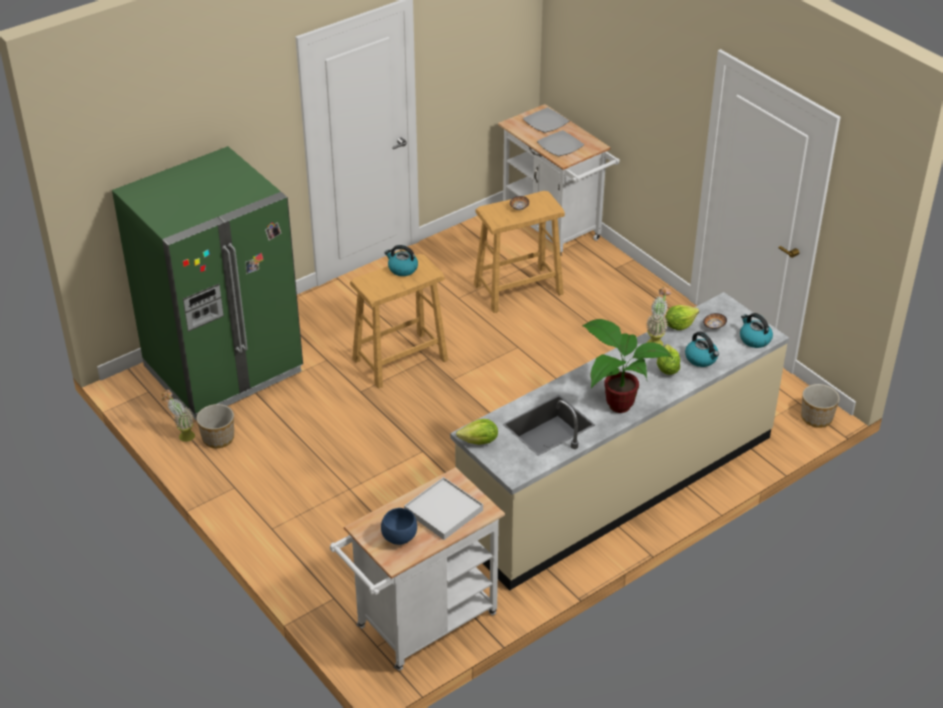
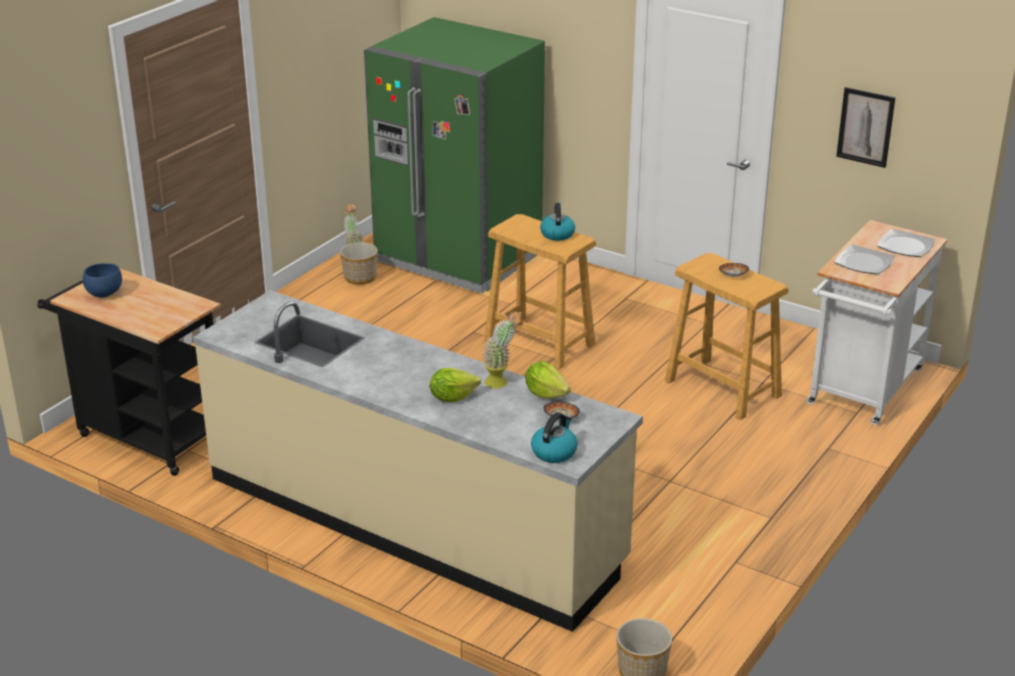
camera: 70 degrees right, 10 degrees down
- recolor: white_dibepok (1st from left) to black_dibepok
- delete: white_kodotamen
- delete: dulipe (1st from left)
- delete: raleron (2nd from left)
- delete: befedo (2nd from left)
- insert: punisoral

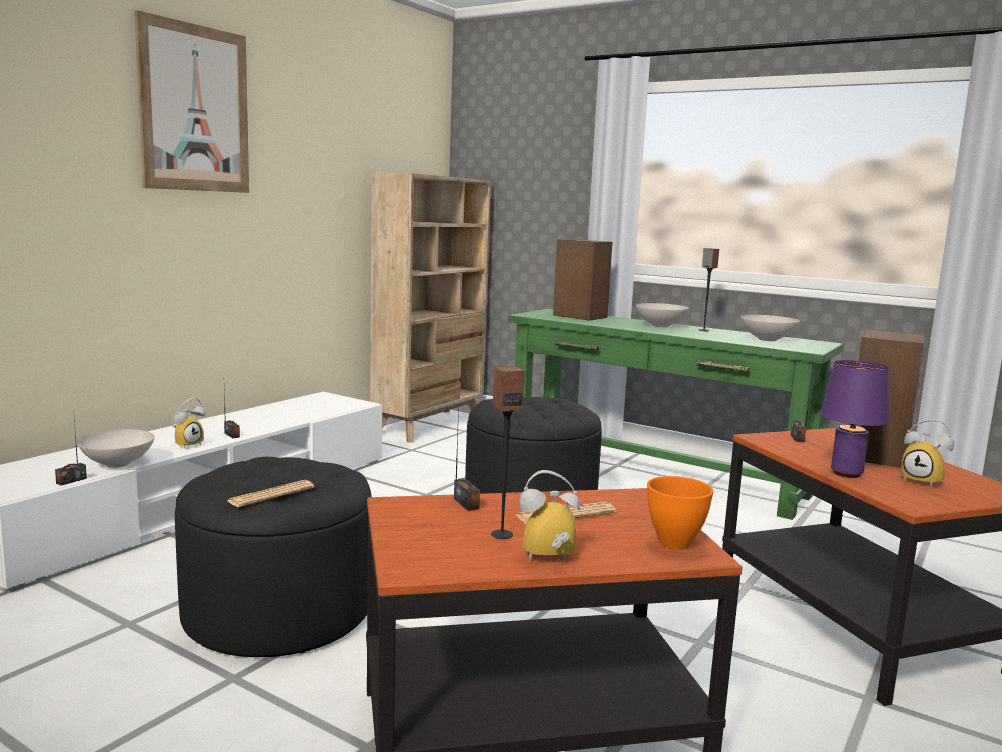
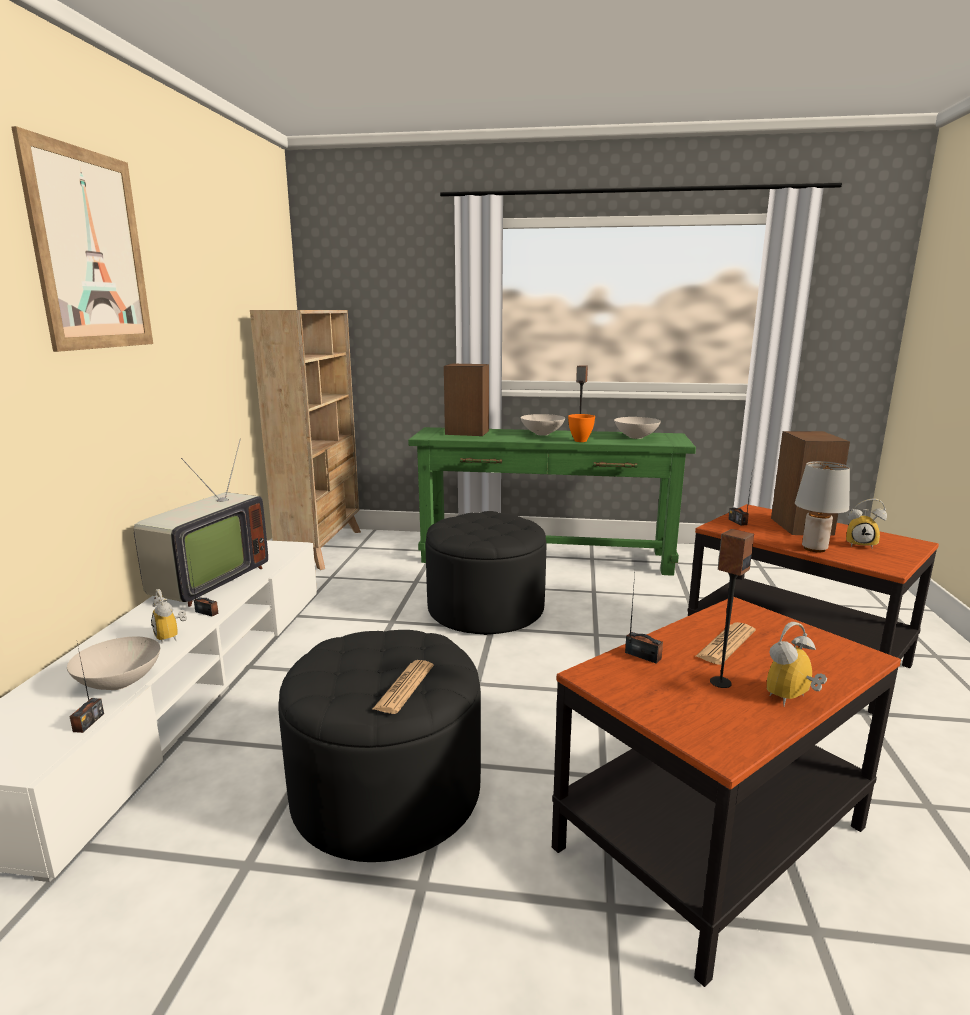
camera: 25 degrees left, 5 degrees up
- rotate: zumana (1st from left) 135 degrees clockwise
- move: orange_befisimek
- recolor: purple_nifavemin to grey_nifavemin
- insert: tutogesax

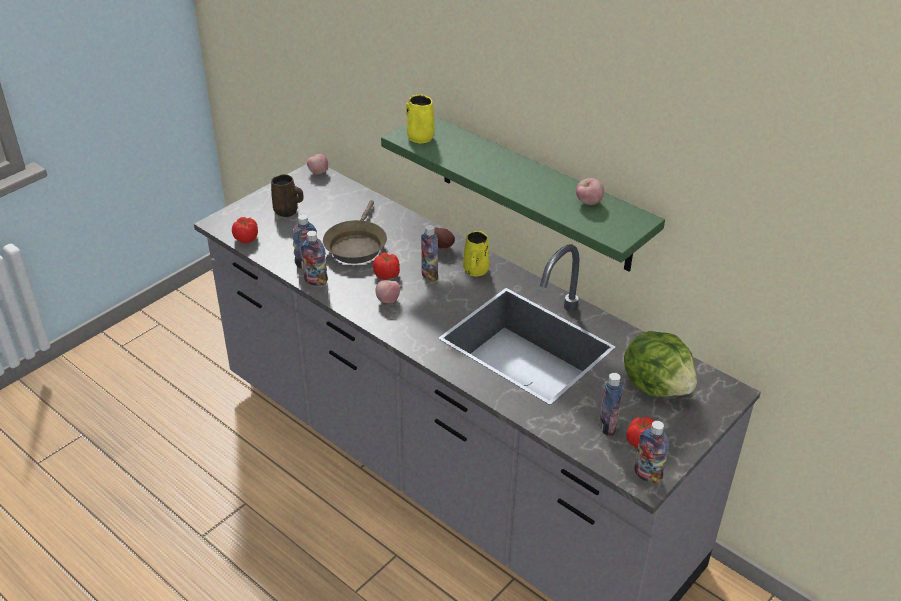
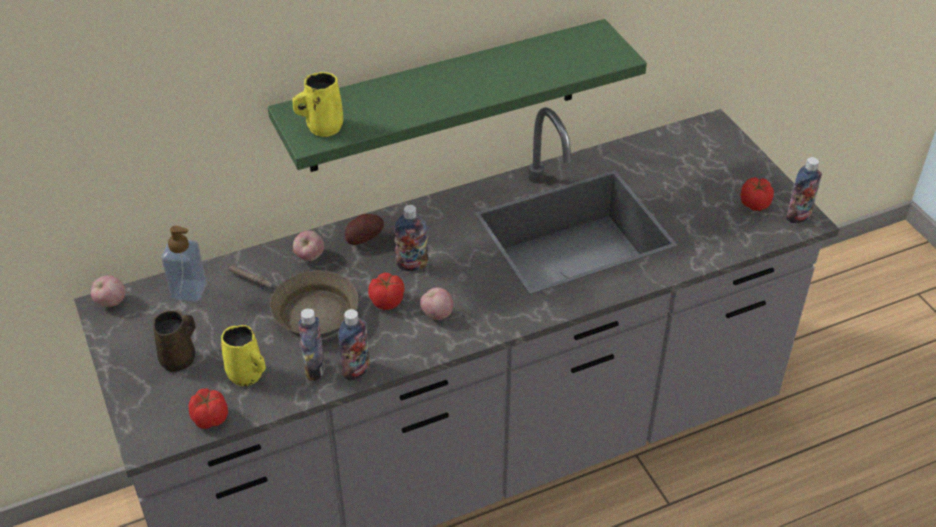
camera: 65 degrees left, 5 degrees up
- move: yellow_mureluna (2nd from left in the first image) to yellow_mureluna (1st from left)
- move: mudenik (3rd from left in the first image) to mudenik (2nd from left)
- delete: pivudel (4th from left)
- delete: dulipe
- insert: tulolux

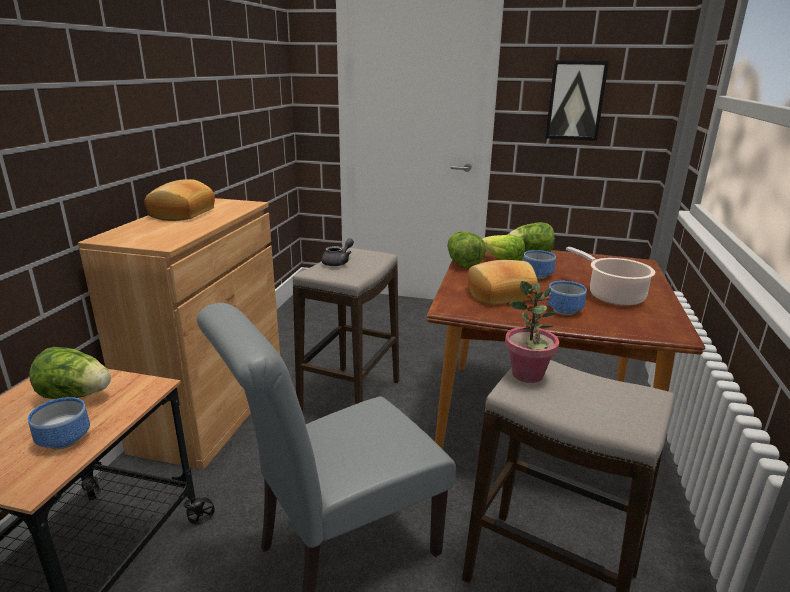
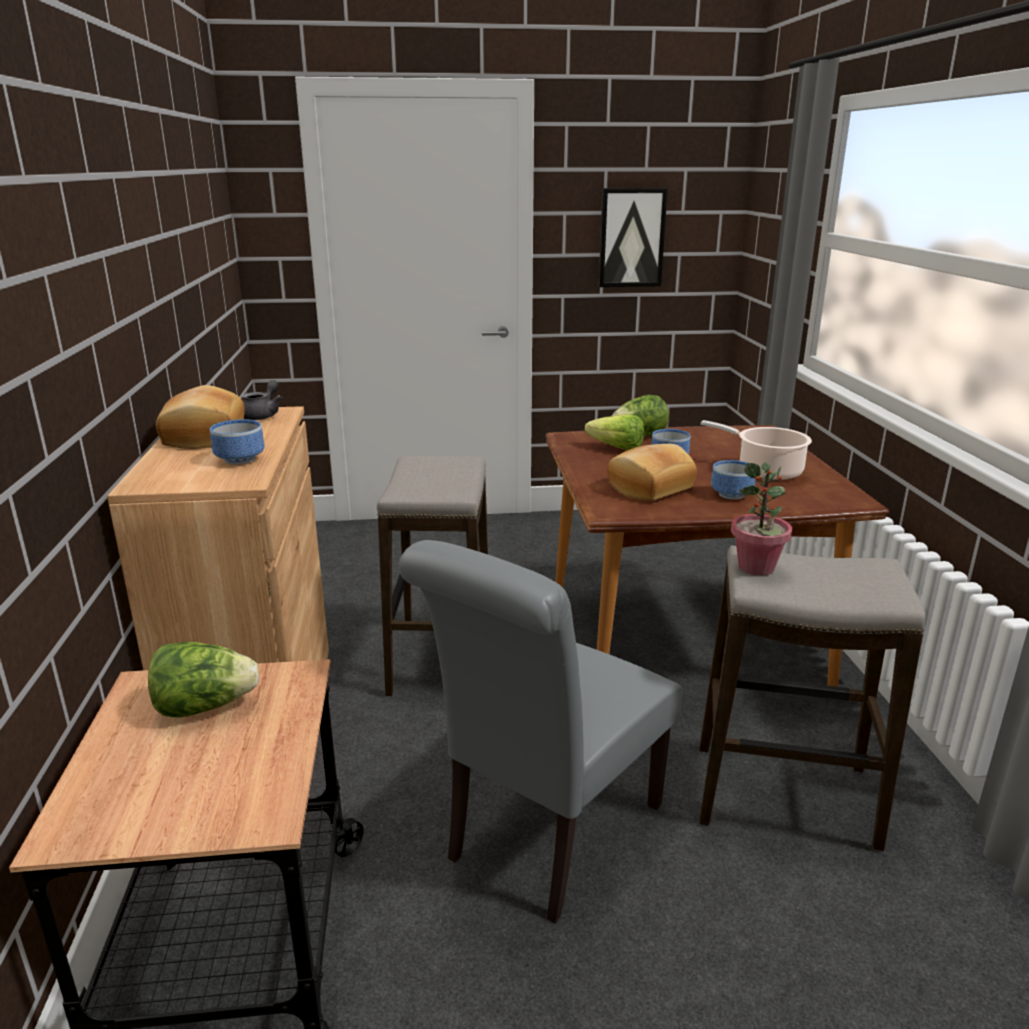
camera: 20 degrees left, 0 degrees up
- move: befisimek (1st from left)
- move: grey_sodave
- delete: dulipe (2nd from left)

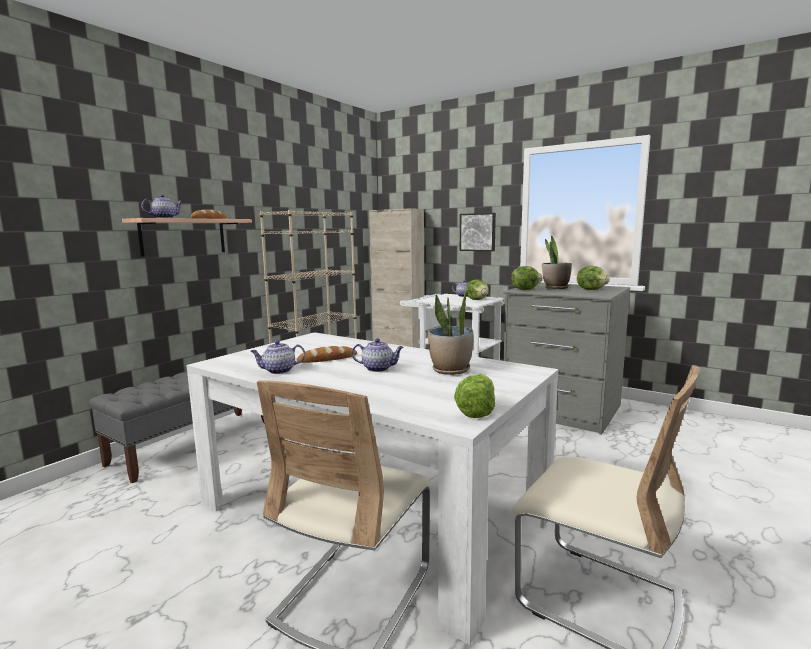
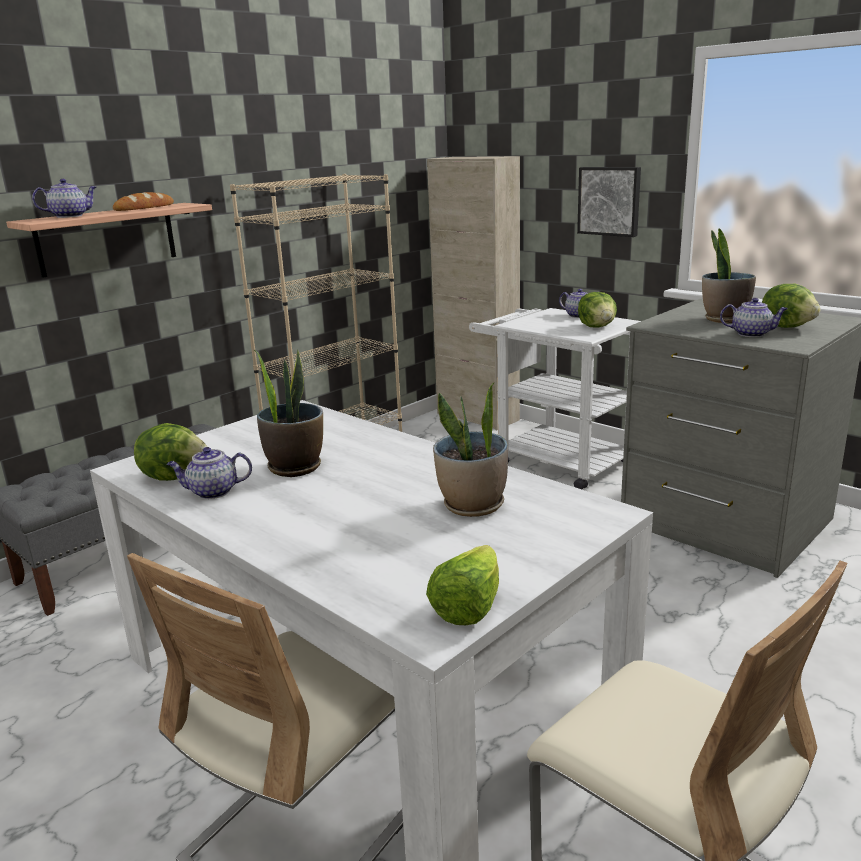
camera: 10 degrees right, 10 degrees up
- replace: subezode (2nd from left) to raleron (1st from left)
- move: sodave (3rd from left in the first image) to sodave (4th from left)
- move: dulipe (3rd from left in the first image) to dulipe (1st from left)

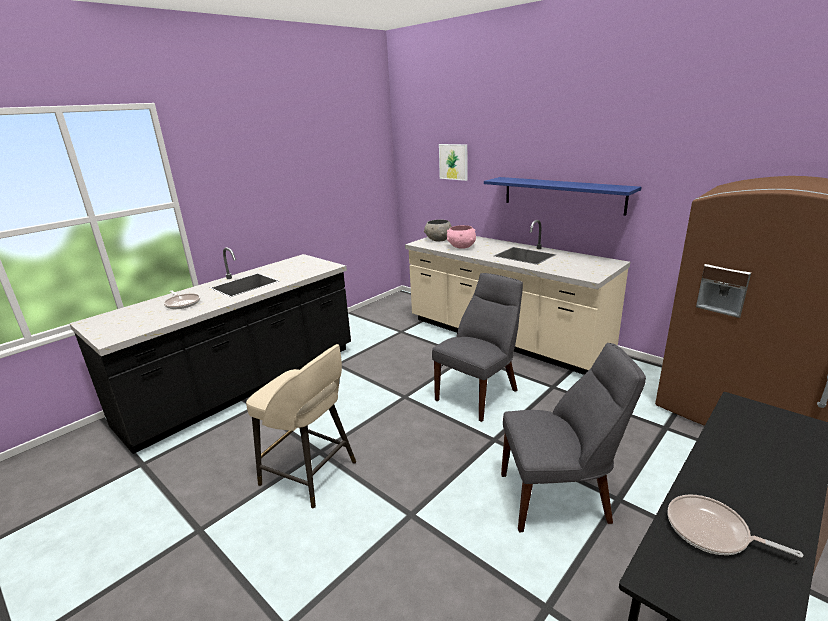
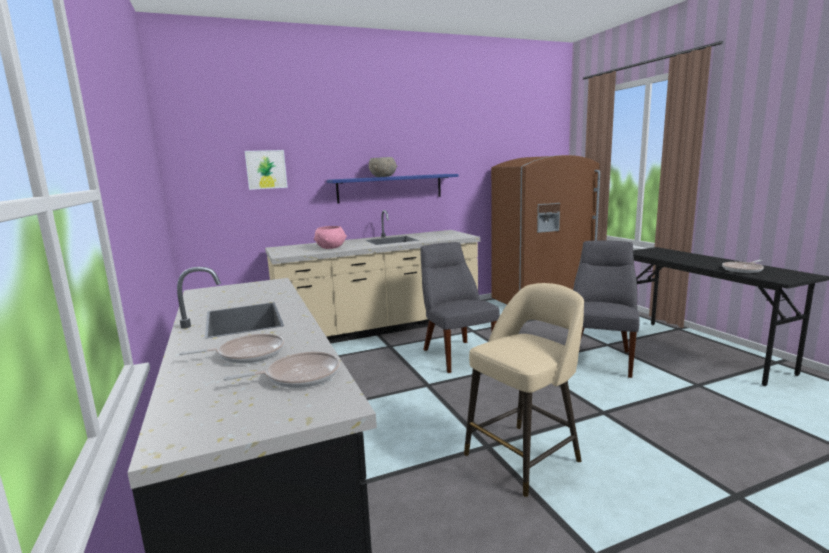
camera: 65 degrees left, 10 degrees down
- move: grey_befisimek
- insert: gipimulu (2nd from left)

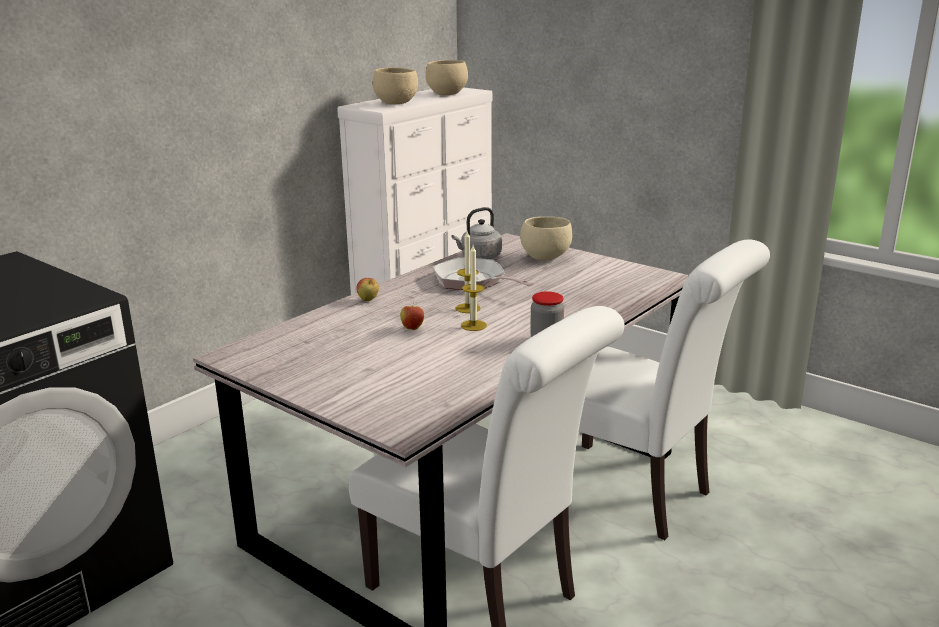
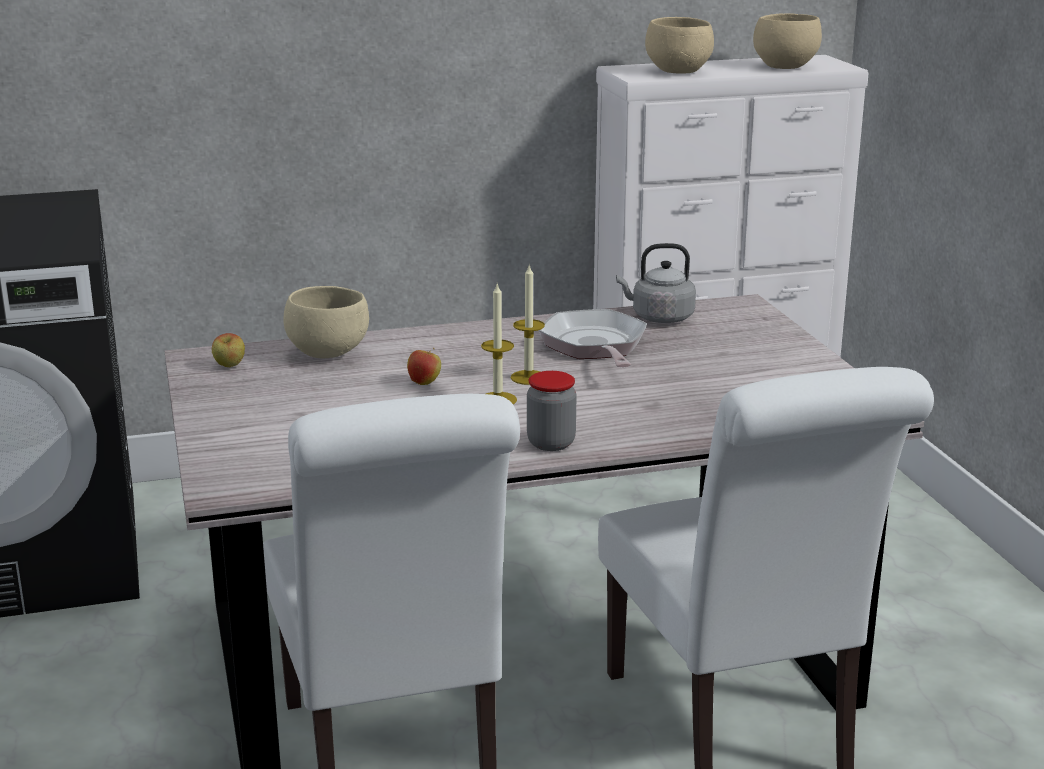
camera: 35 degrees right, 0 degrees up
- move: mudenik (1st from left)
- move: beige_befisimek (3rd from left in the first image) to beige_befisimek (1st from left)

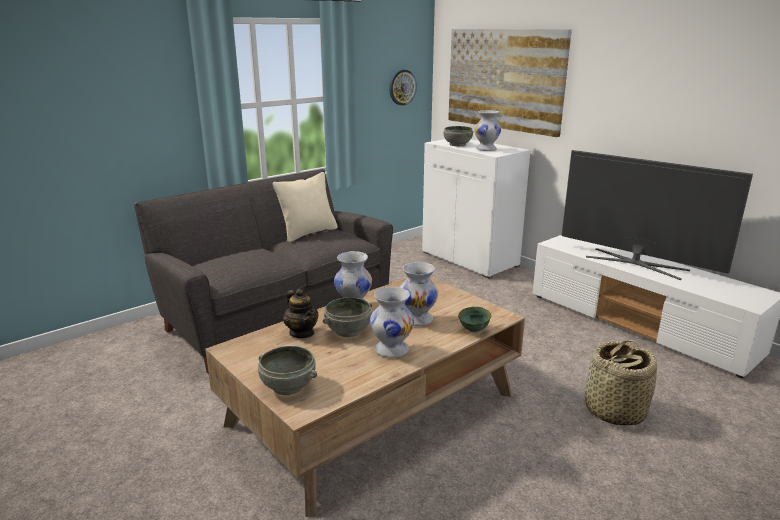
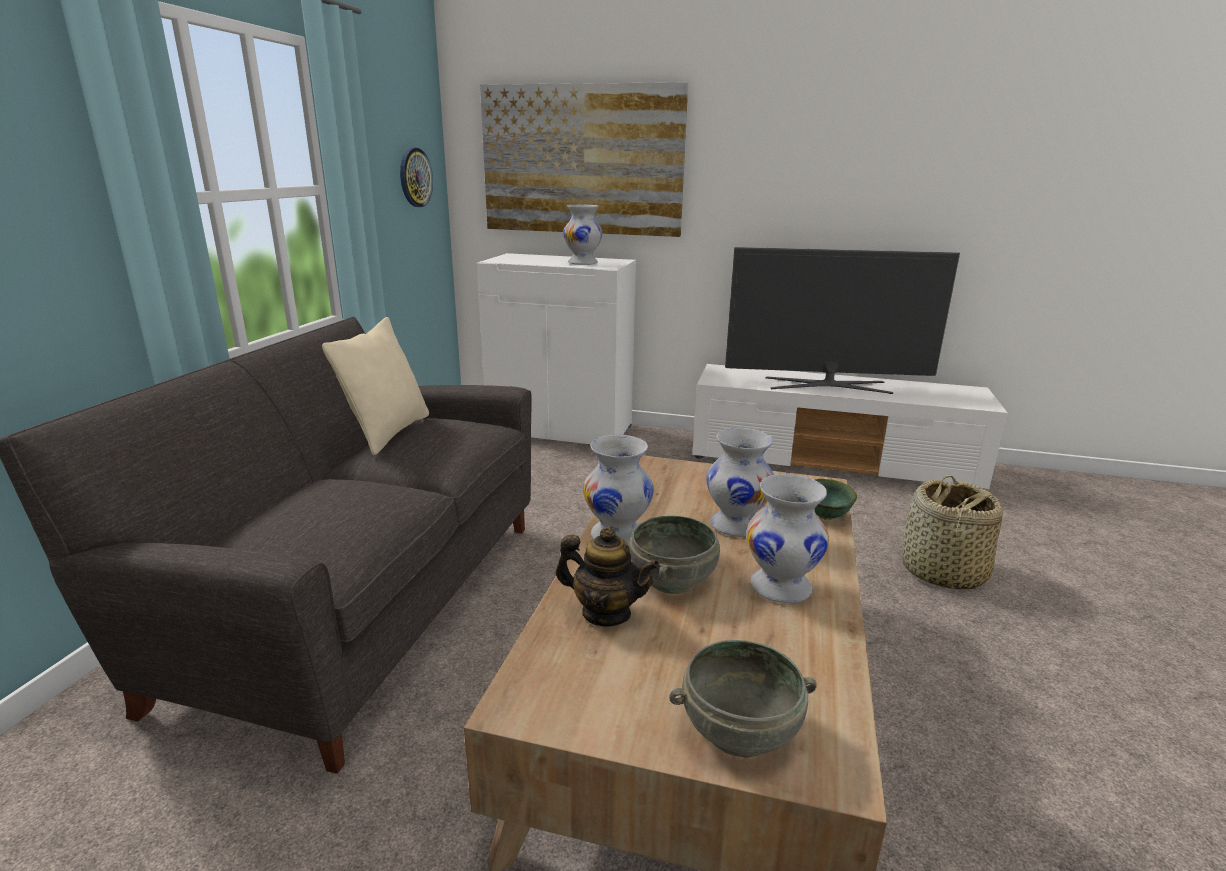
camera: 35 degrees left, 0 degrees up
- delete: grey_befisimek (3rd from left)

